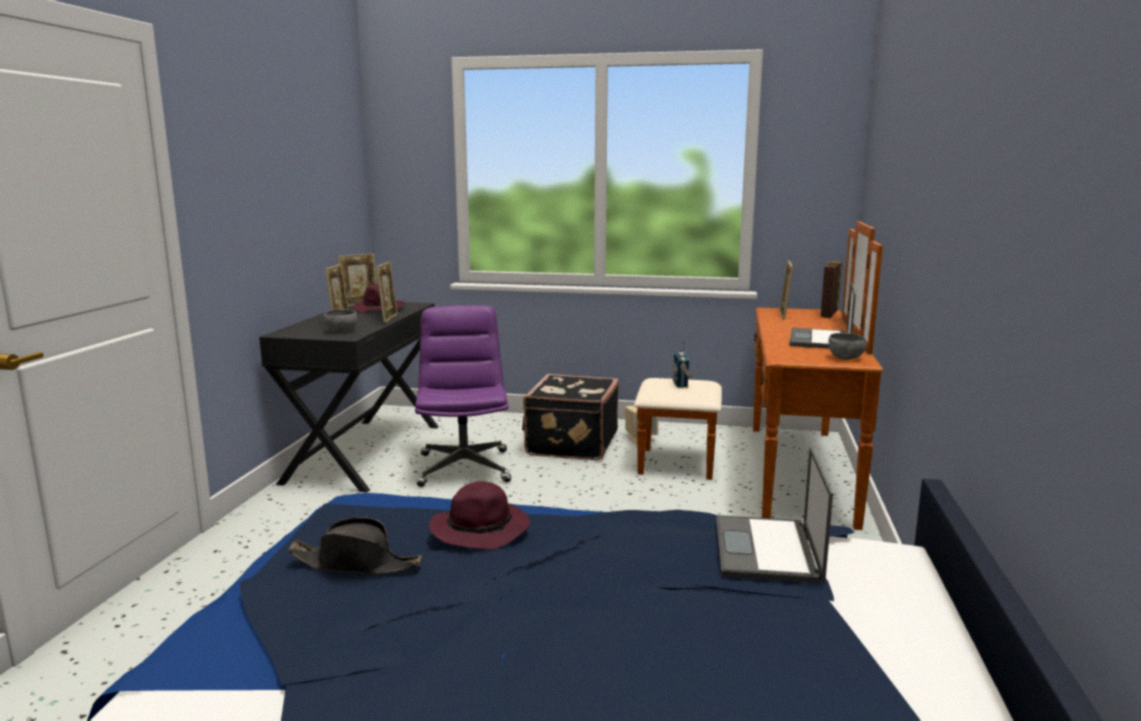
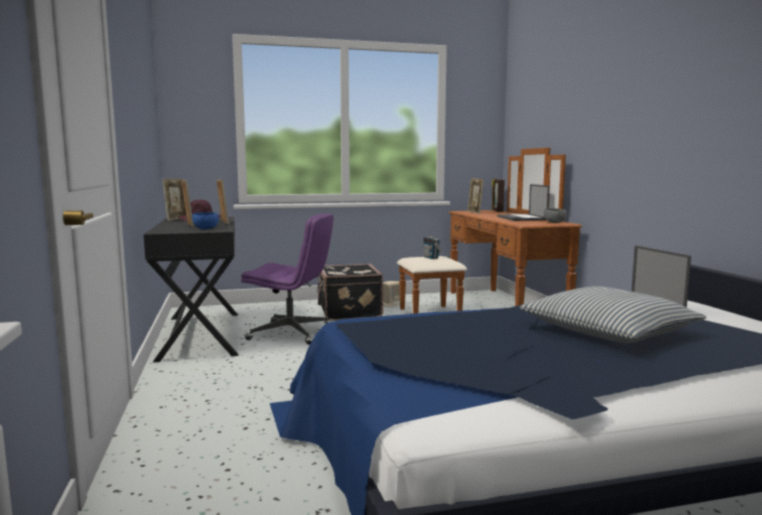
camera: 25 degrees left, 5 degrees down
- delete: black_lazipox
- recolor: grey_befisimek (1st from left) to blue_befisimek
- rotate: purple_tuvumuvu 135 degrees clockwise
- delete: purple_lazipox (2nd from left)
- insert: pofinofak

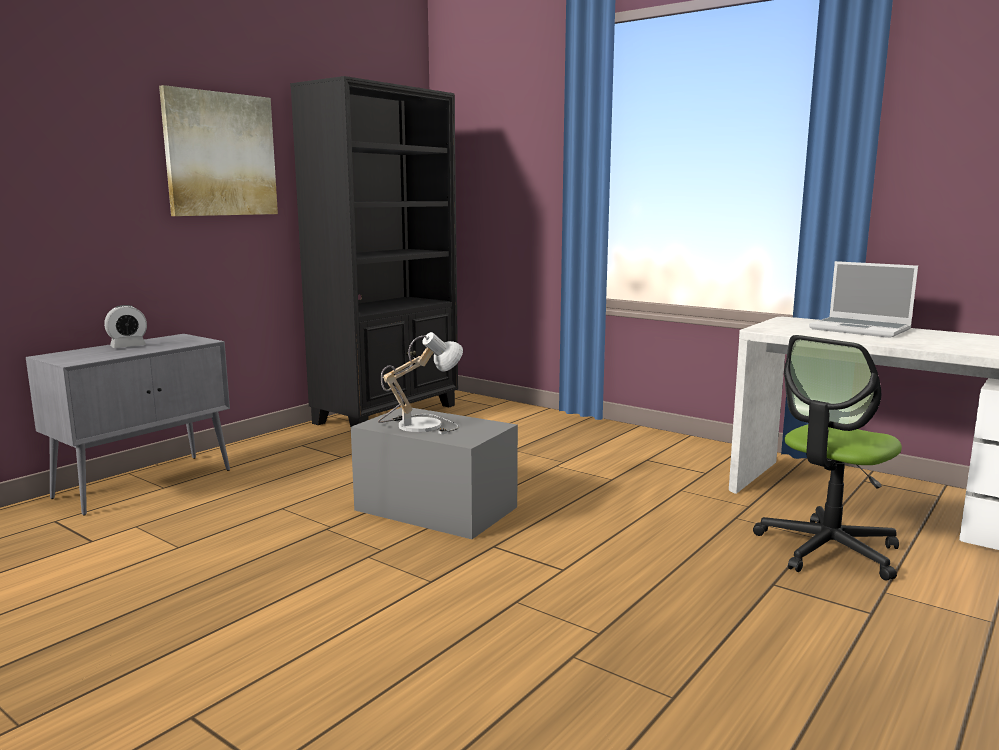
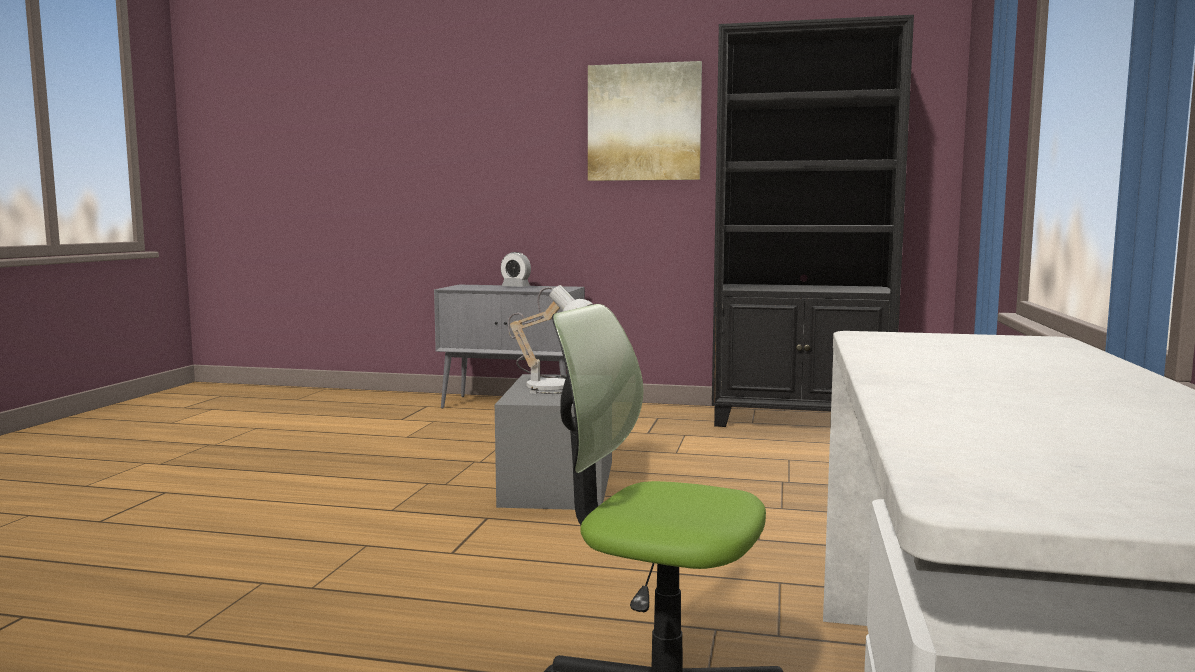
camera: 65 degrees right, 5 degrees down
- delete: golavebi

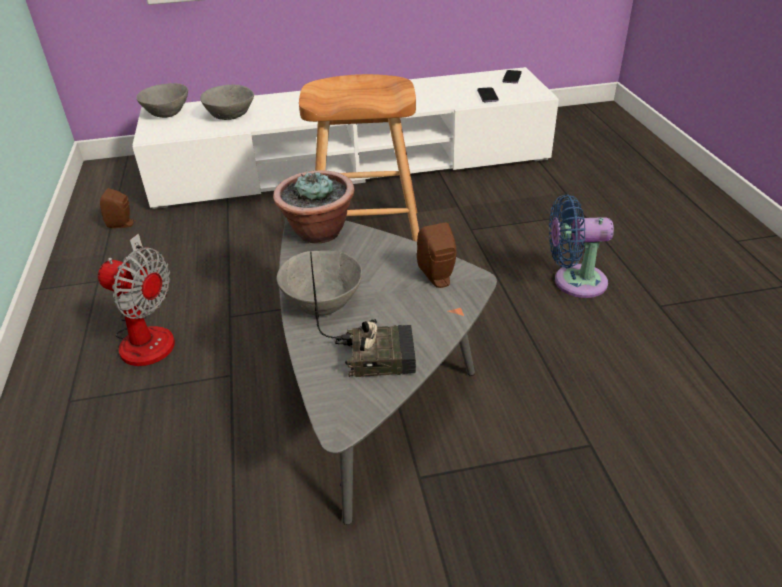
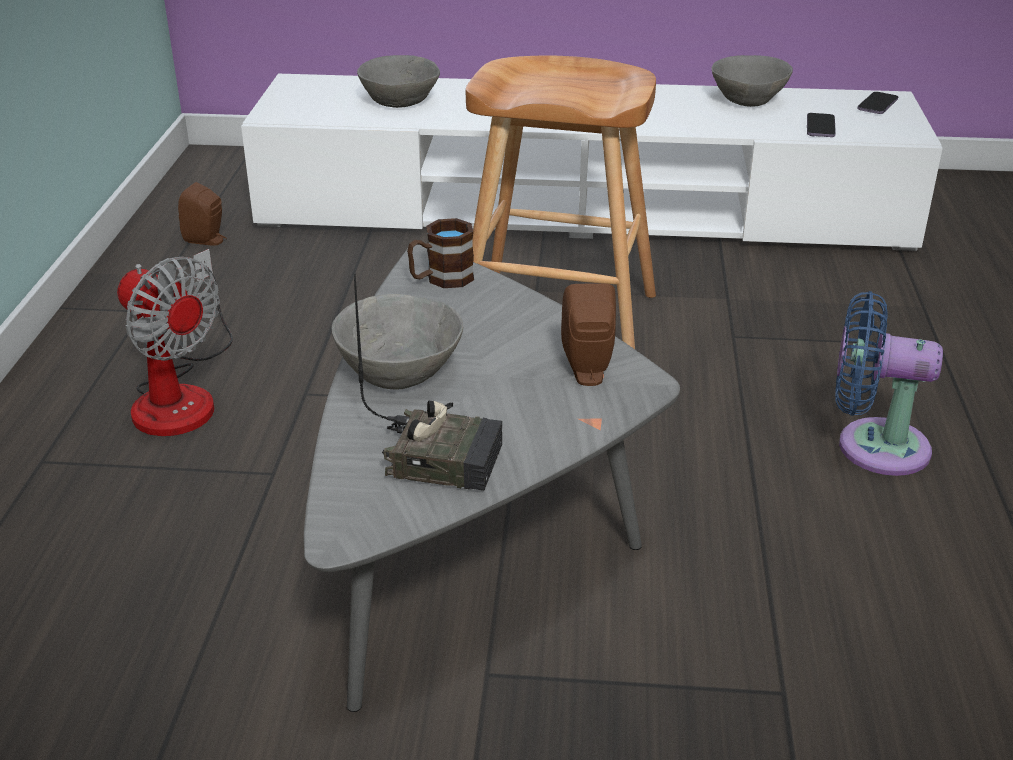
camera: 15 degrees right, 5 degrees down
- move: grey_befisimek (1st from left in the first image) to grey_befisimek (3rd from left)
- replace: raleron to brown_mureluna

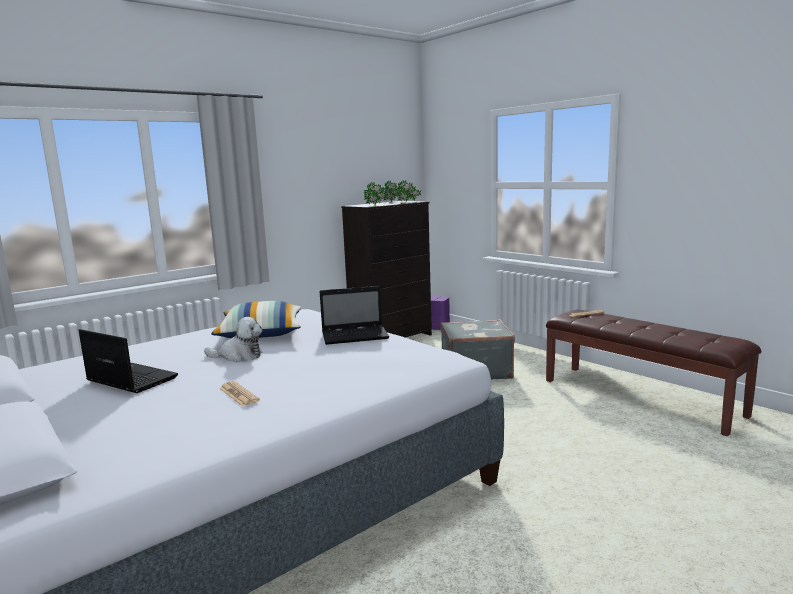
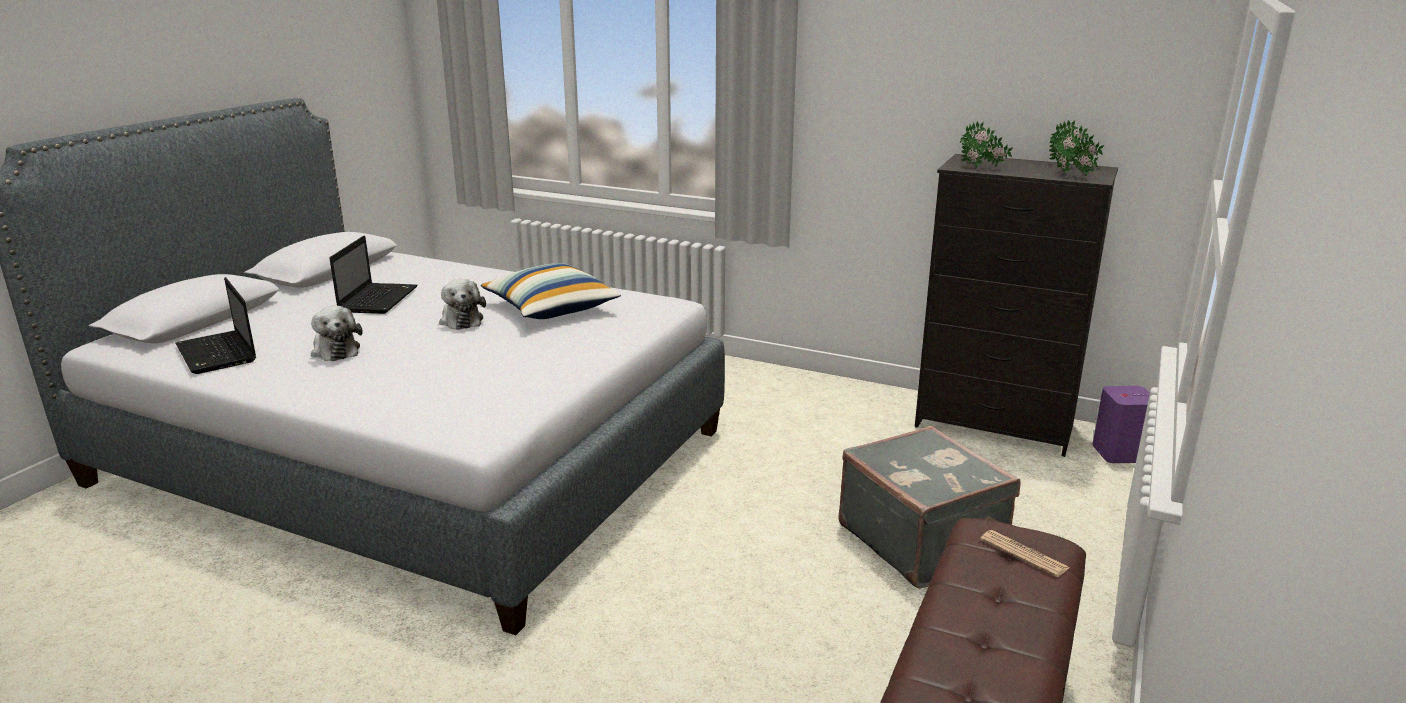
camera: 65 degrees right, 10 degrees up
- replace: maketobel (1st from left) to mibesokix (1st from left)
- move: golavebi (2nd from left in the first image) to golavebi (1st from left)

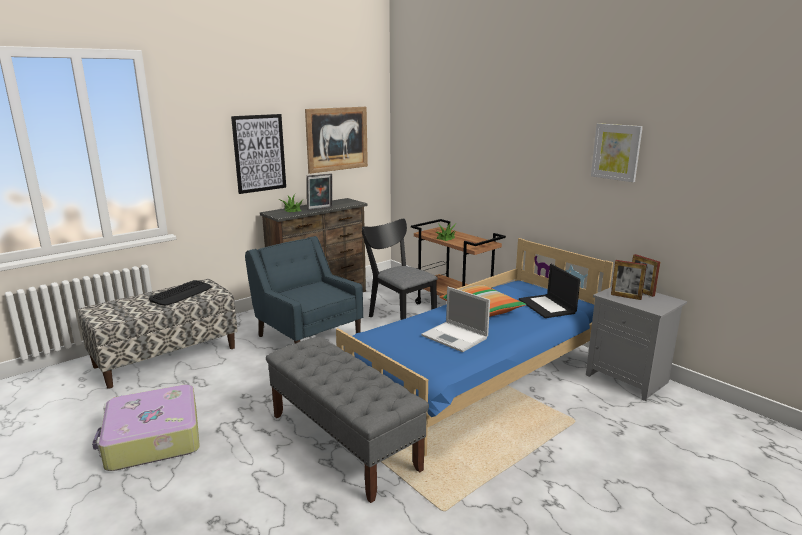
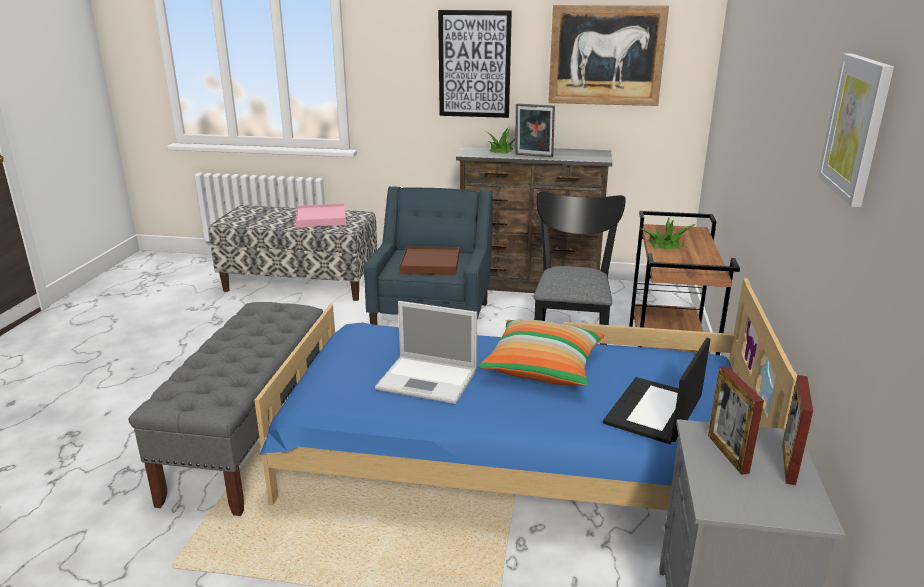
camera: 50 degrees right, 5 degrees up
- delete: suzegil
- replace: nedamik to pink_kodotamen
- rotate: golavebi (1st from left) 75 degrees counterclockwise
- insert: brown_kodotamen

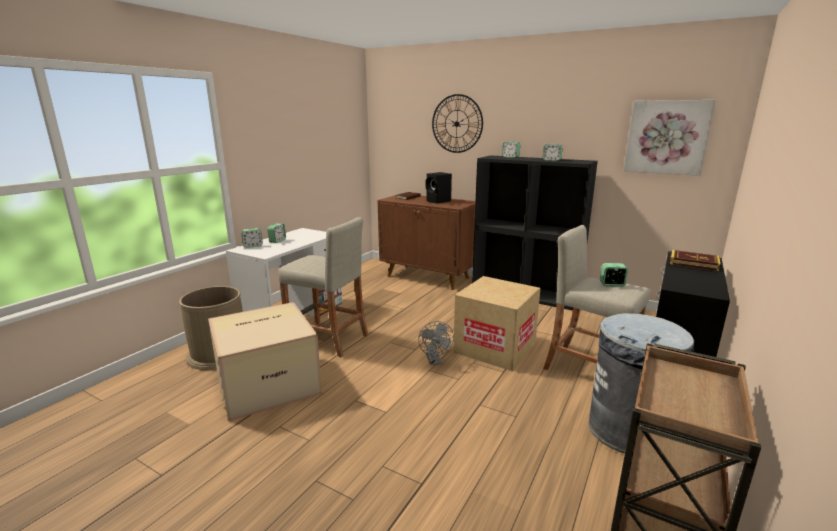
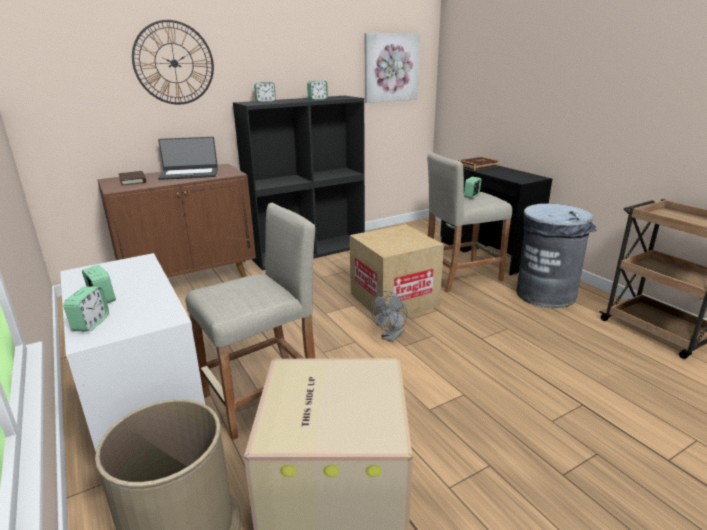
camera: 60 degrees left, 5 degrees up
- rotate: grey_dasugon 105 degrees clockwise
- replace: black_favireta to golavebi

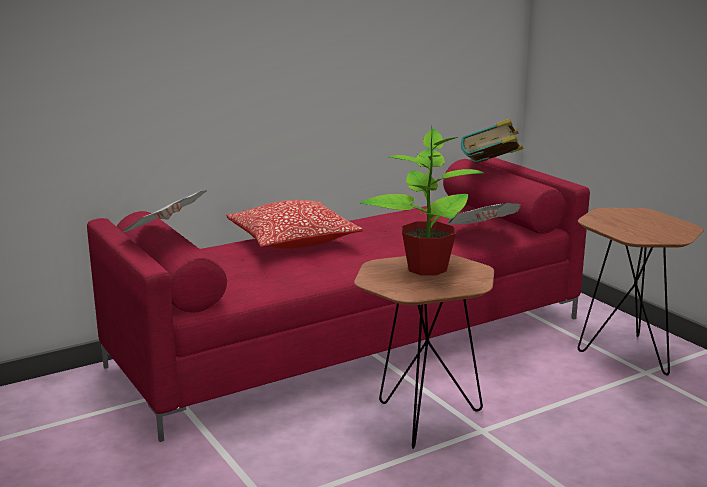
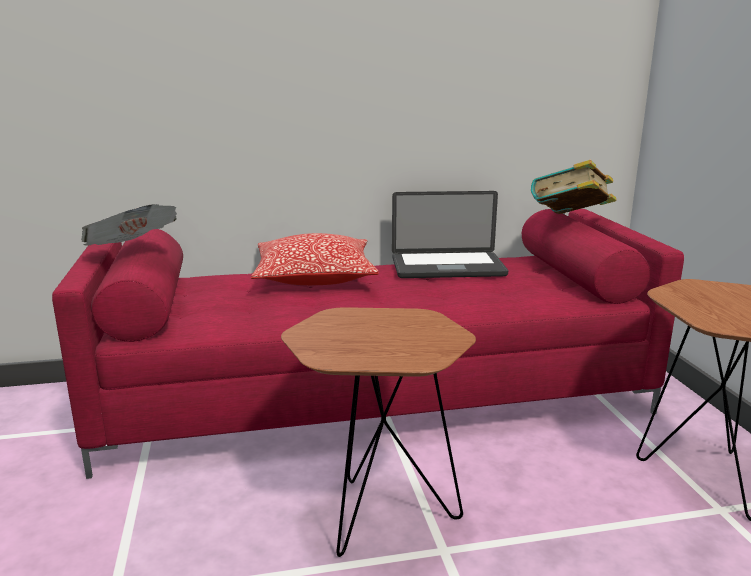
camera: 20 degrees right, 0 degrees up
- delete: raleron
- delete: maketobel (2nd from left)
- insert: golavebi

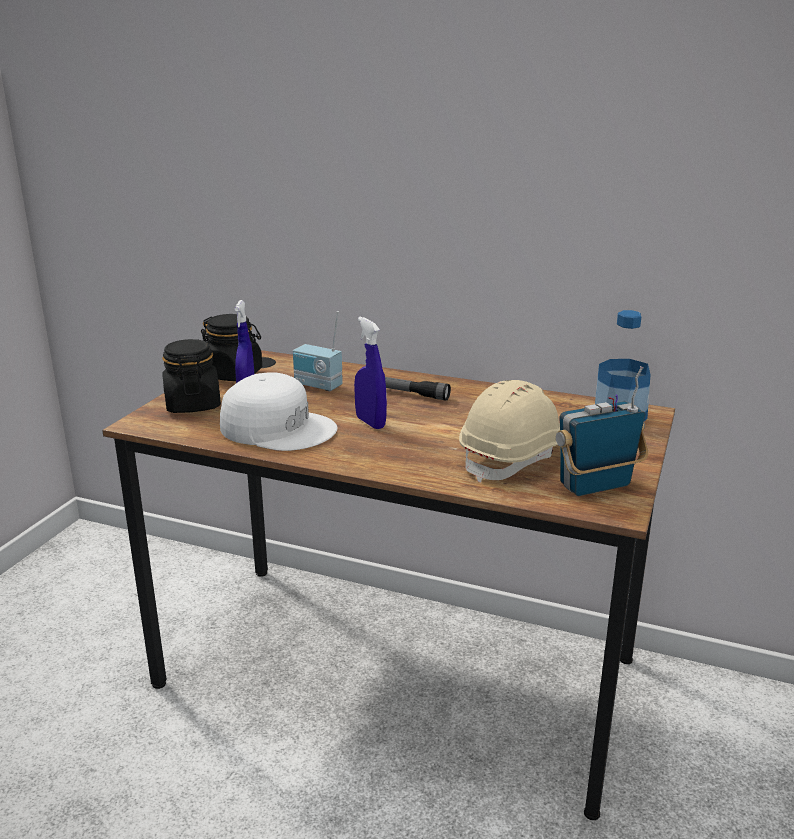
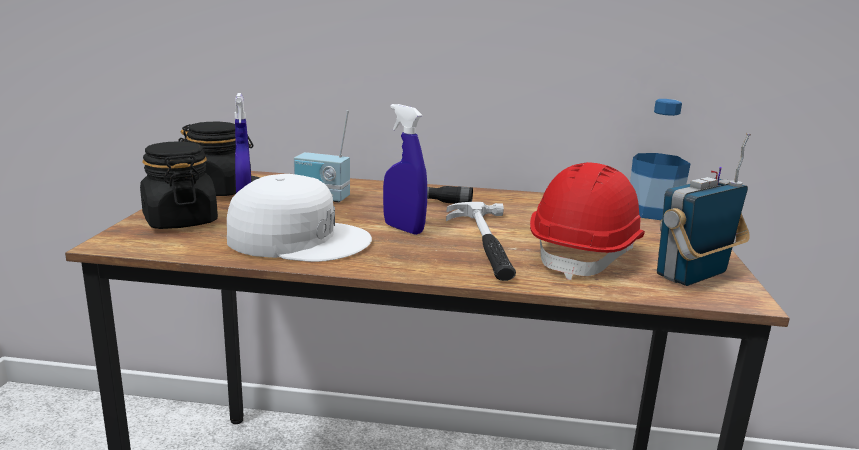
camera: 15 degrees left, 5 degrees down
- recolor: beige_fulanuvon to red_fulanuvon
- insert: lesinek

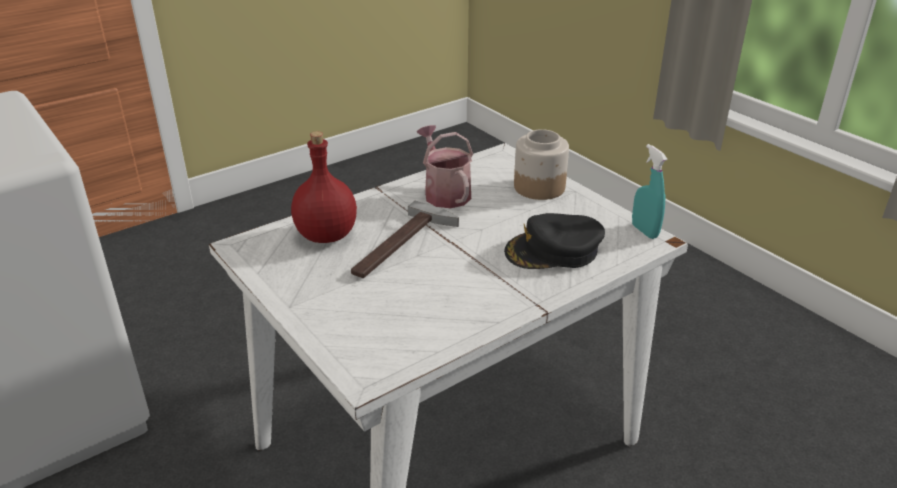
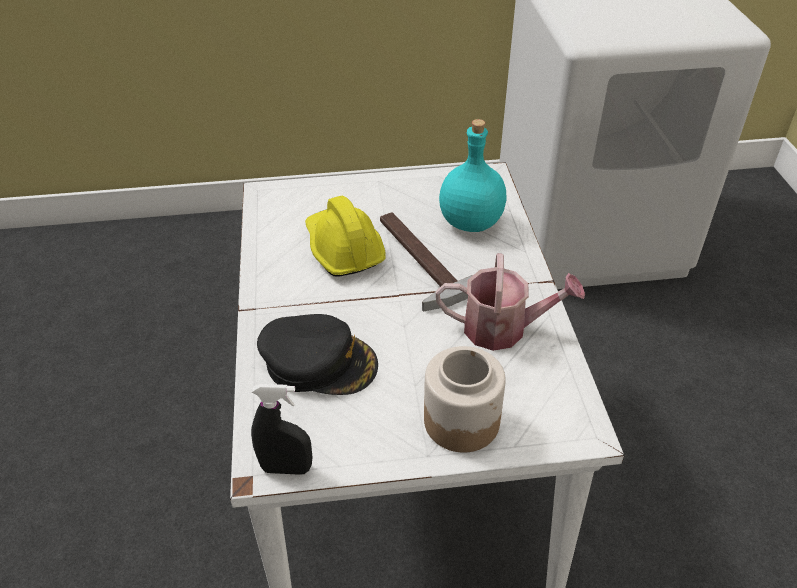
camera: 120 degrees right, 10 degrees up
- recolor: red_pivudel to turquoise_pivudel
- rotate: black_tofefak 90 degrees clockwise
- recolor: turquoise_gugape to black_gugape
- insert: yellow_fulanuvon

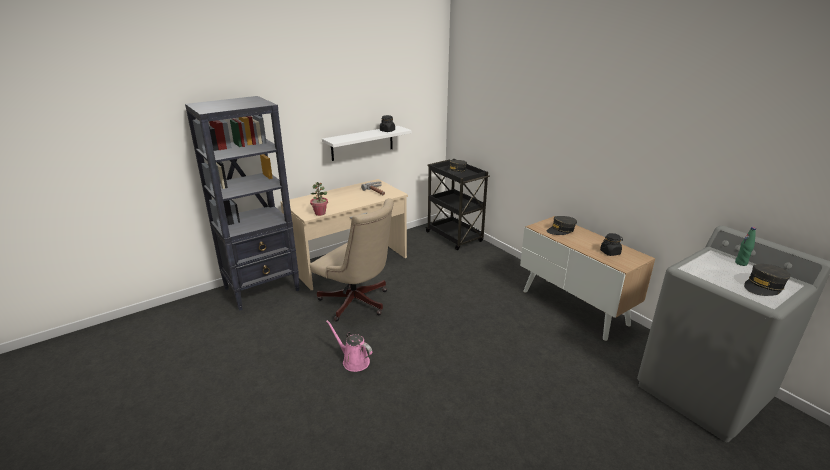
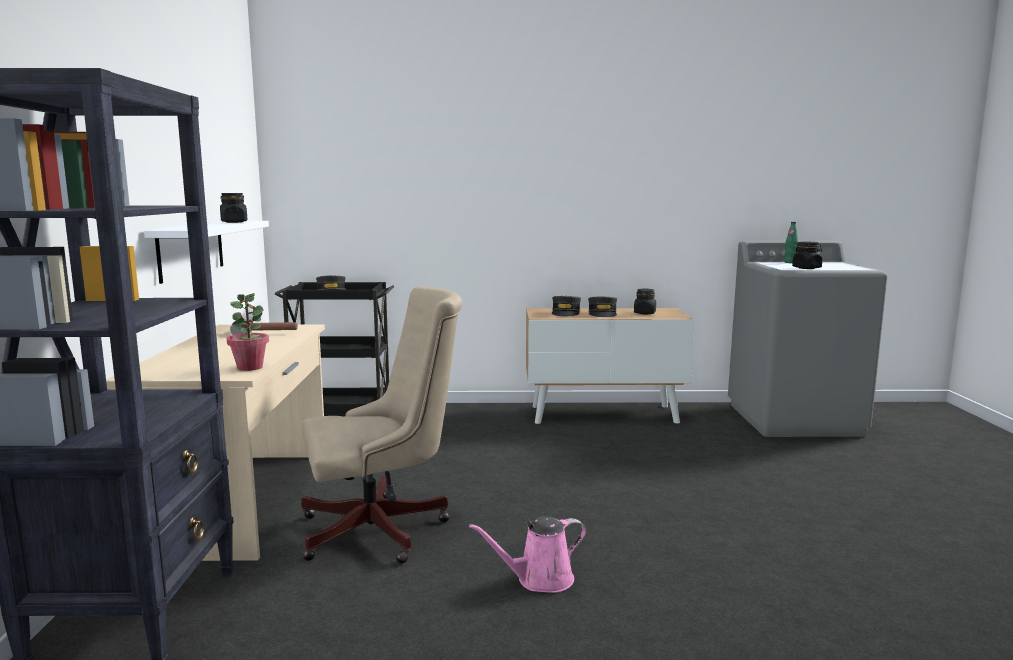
camera: 55 degrees left, 15 degrees down
- move: grey_tofefak (3rd from left)
- insert: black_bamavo (3rd from left)

